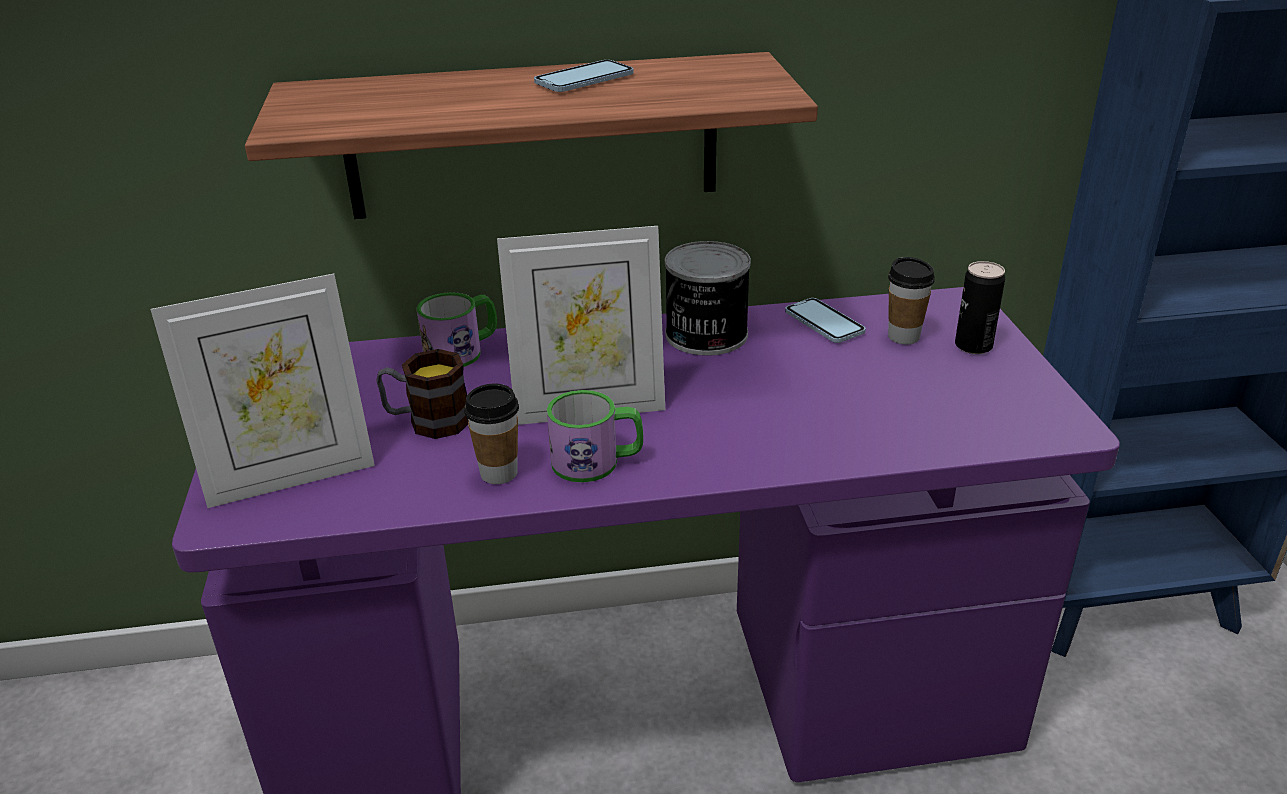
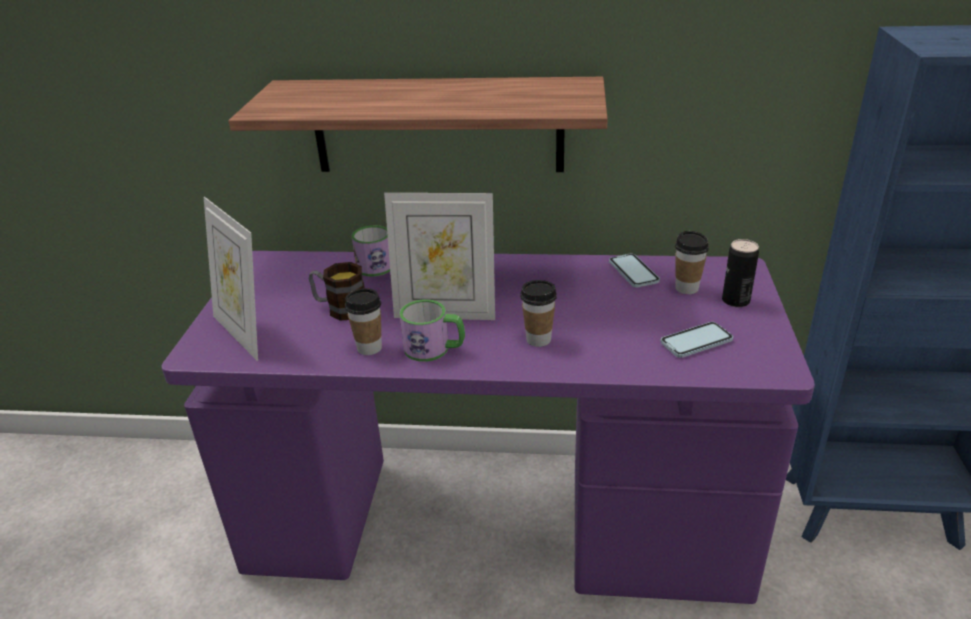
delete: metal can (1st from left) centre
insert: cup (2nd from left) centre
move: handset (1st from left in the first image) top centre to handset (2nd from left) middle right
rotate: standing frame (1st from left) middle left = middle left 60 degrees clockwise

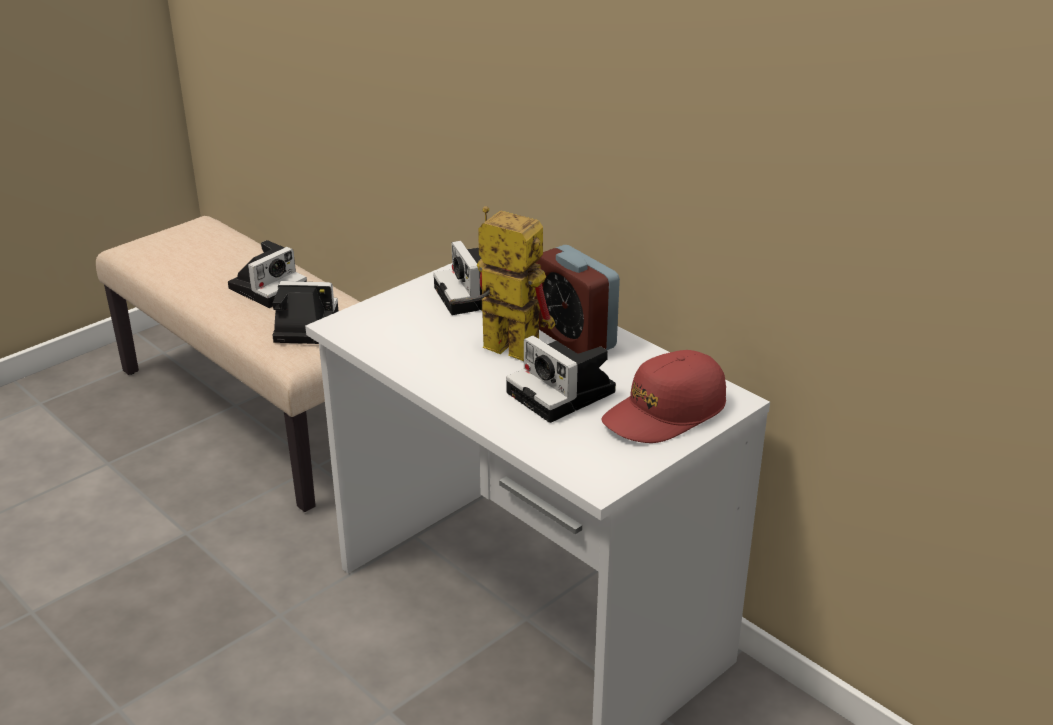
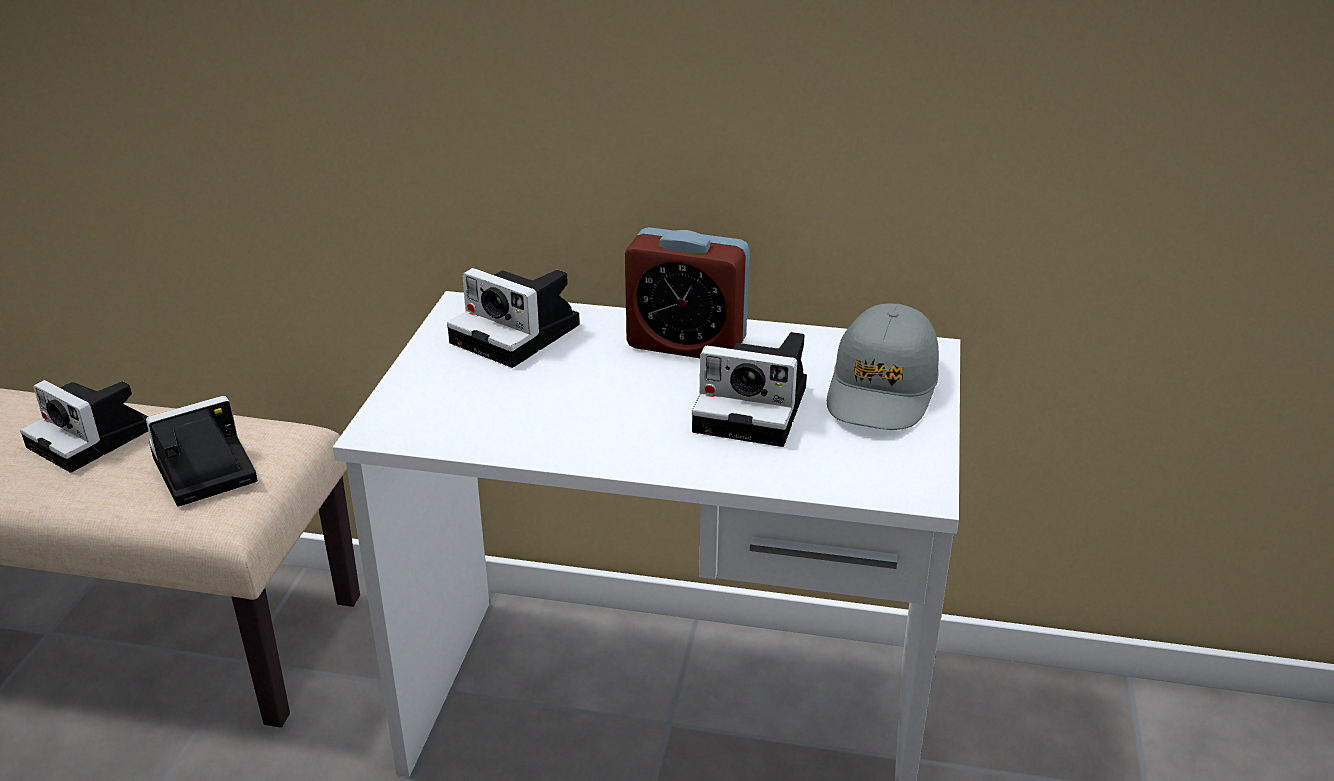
delete: robot figure centre
recolor: red-coloured baseball cap centre to greyish baseball cap centre
rotate: still camera (1st from left) middle left = middle left 120 degrees clockwise

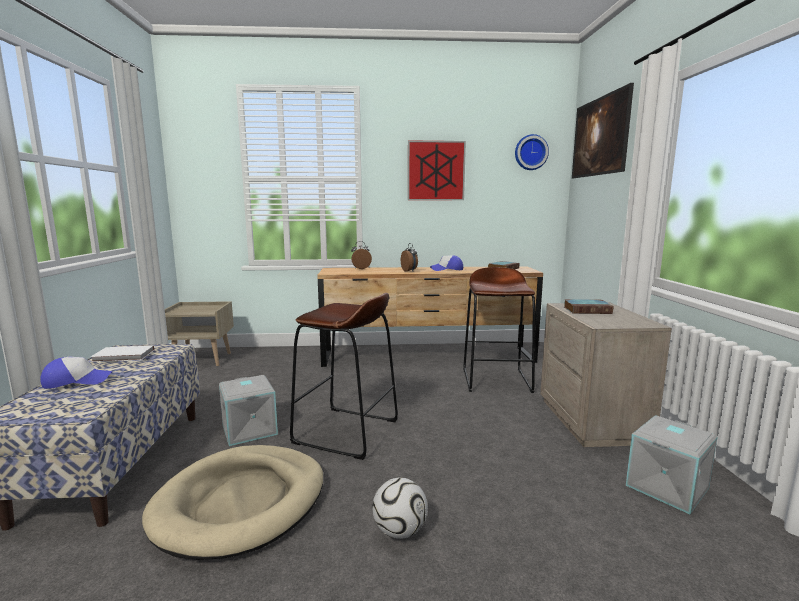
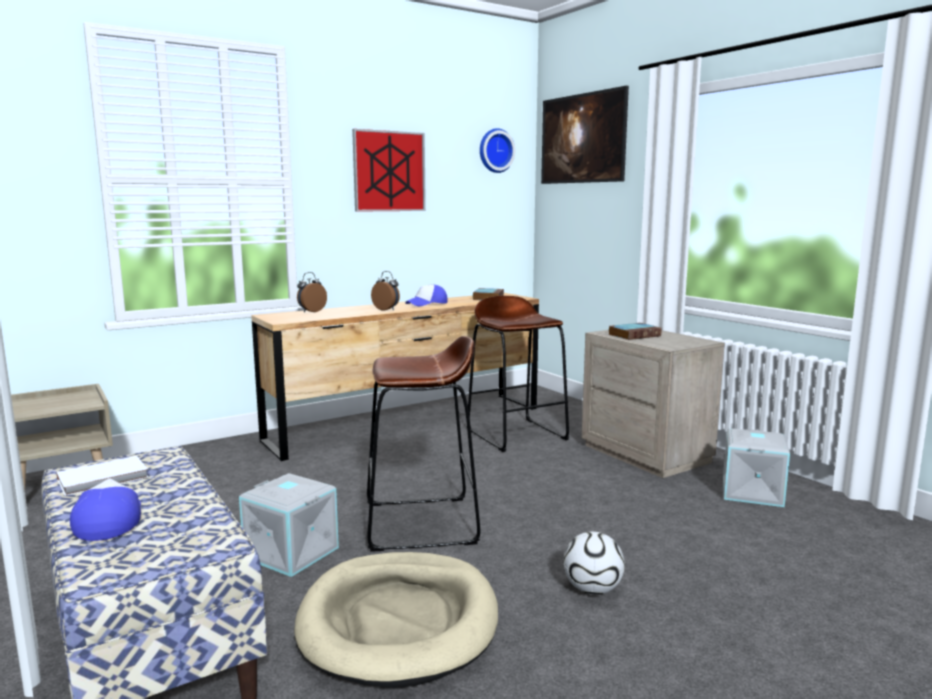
rotate: baseball cap (1st from left) middle left = bottom left 60 degrees counterclockwise

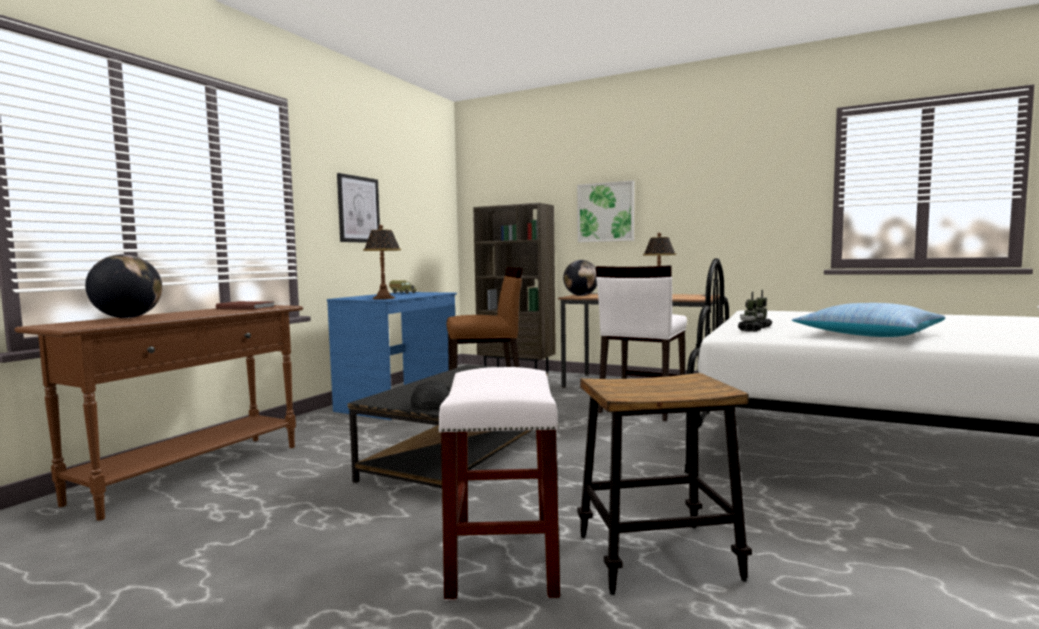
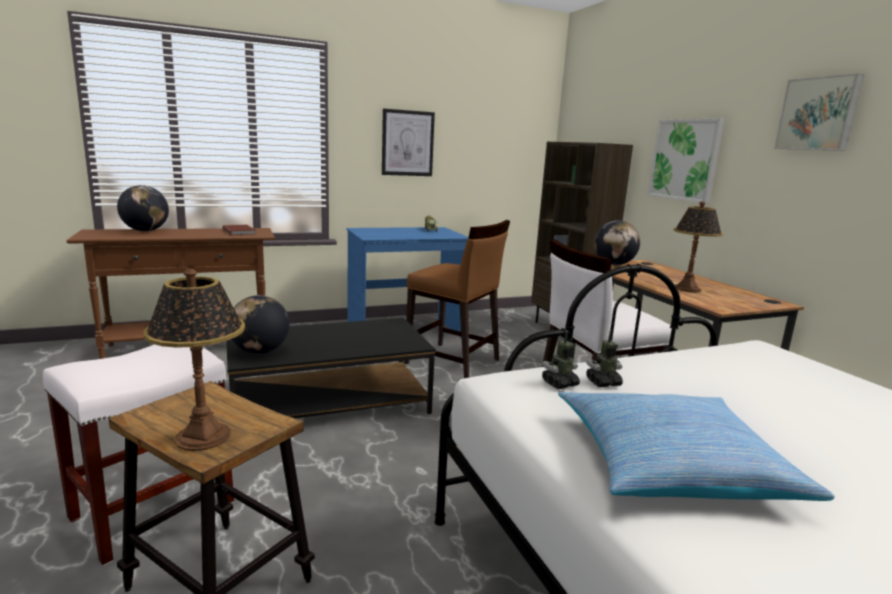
insert: wall picture (3rd from left) top right
move: lamp for a table (1st from left) centre to middle left
replace: black-coloured baseball cap centre to globe (2nd from left) middle left

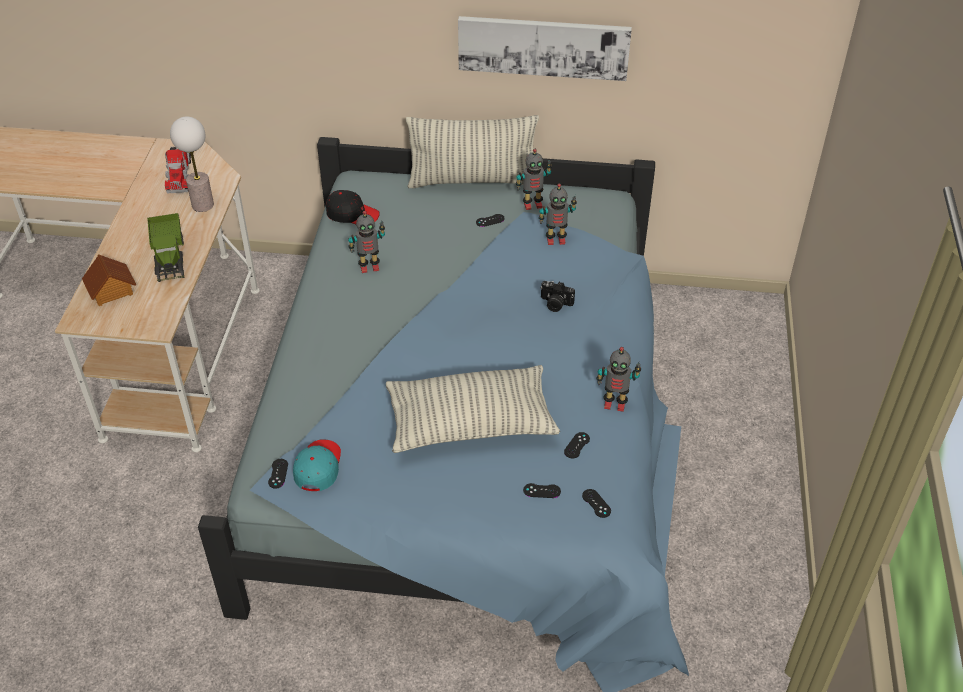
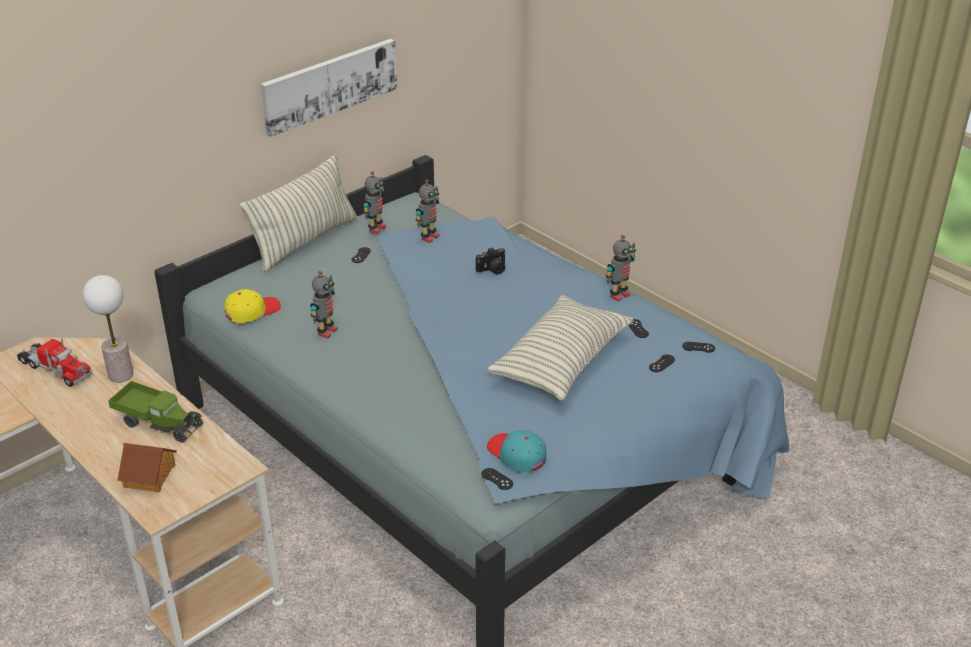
recolor: black-coloured baseball cap top centre to yellow-coloured baseball cap middle left

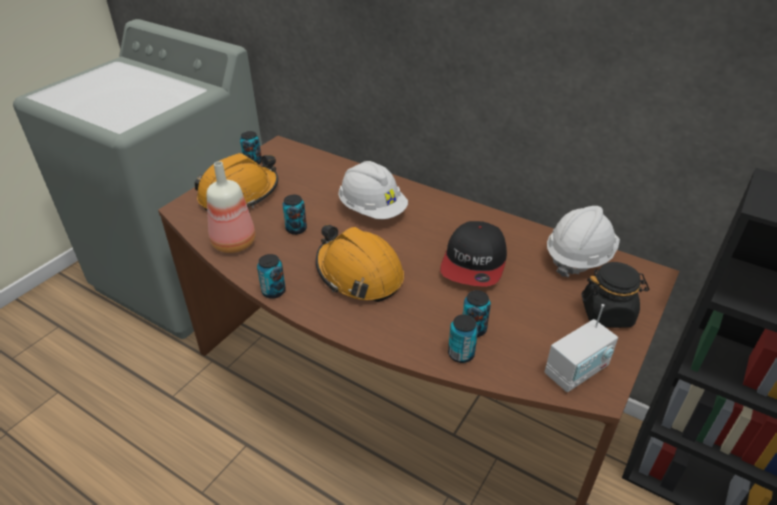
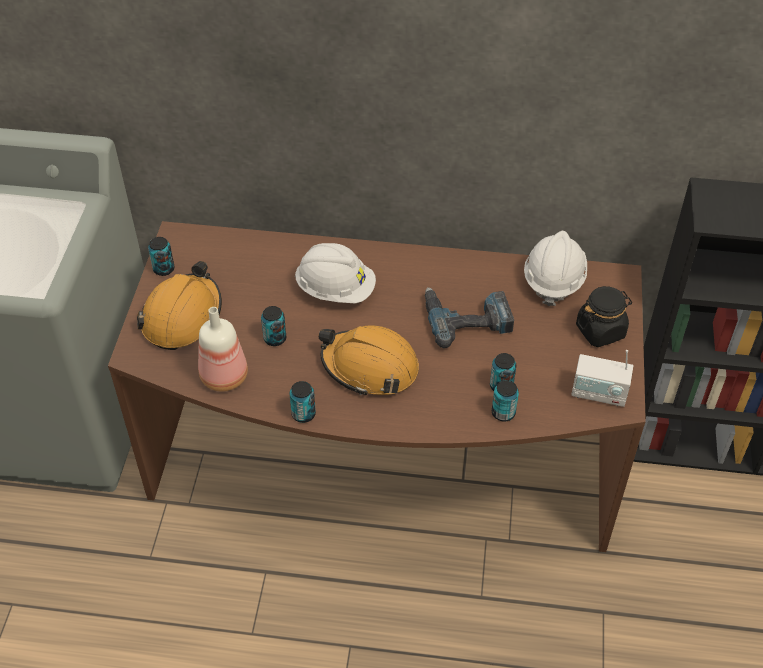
replace: baseball cap centre to electric drill centre
rotate: radio bottom right = middle right 75 degrees clockwise

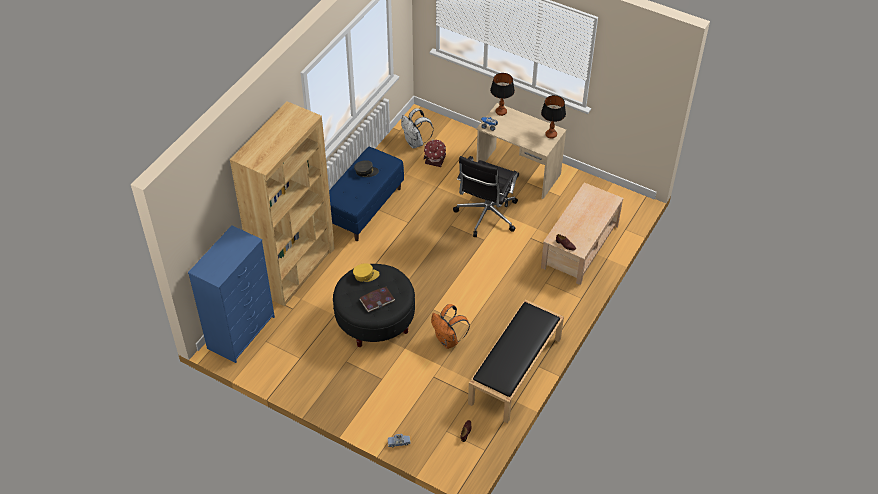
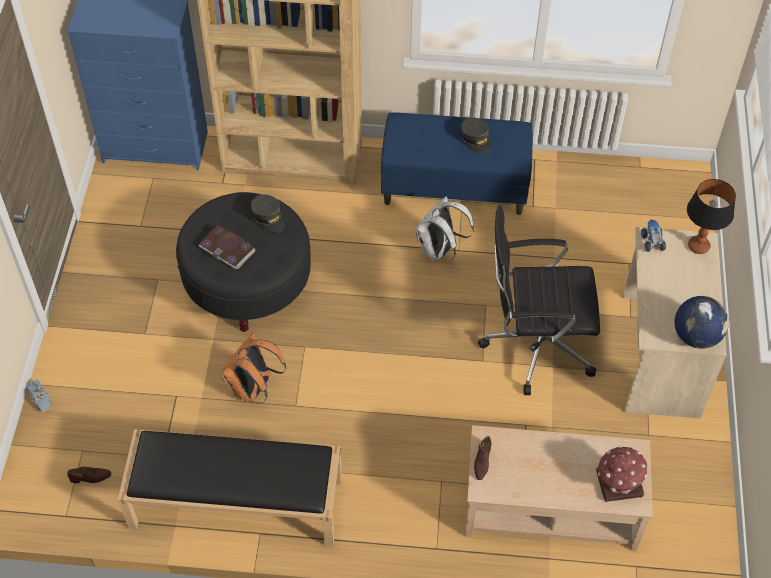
move: white backpack top centre to centre; toy house top centre to bottom right
replace: lamp for a table (2nd from left) top centre to globe middle right
recolor: yellow-coloured baseball cap centre to greyish baseball cap (1st from left) centre

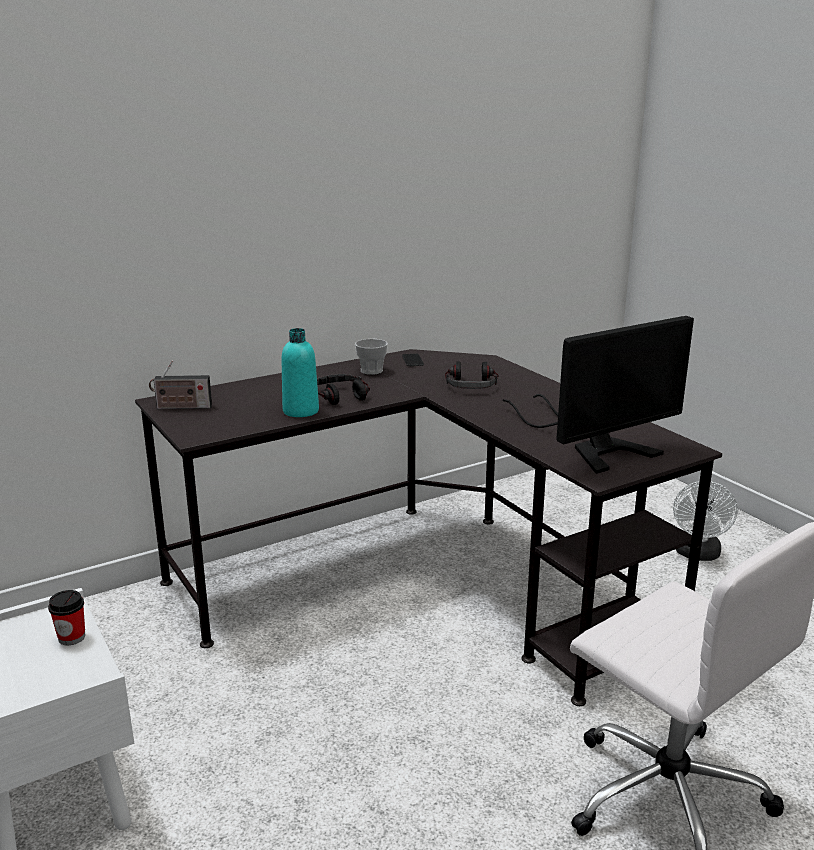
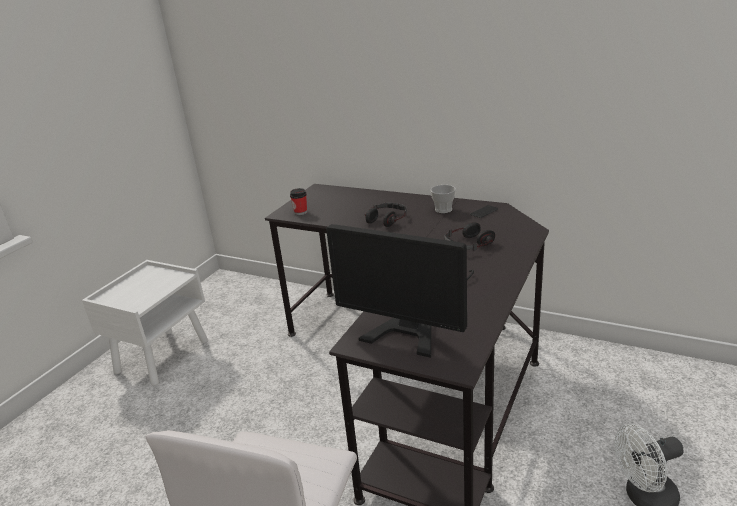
delete: radio middle left; turquoise-coloured drink bottle centre
move: cup (1st from left) bottom left to centre

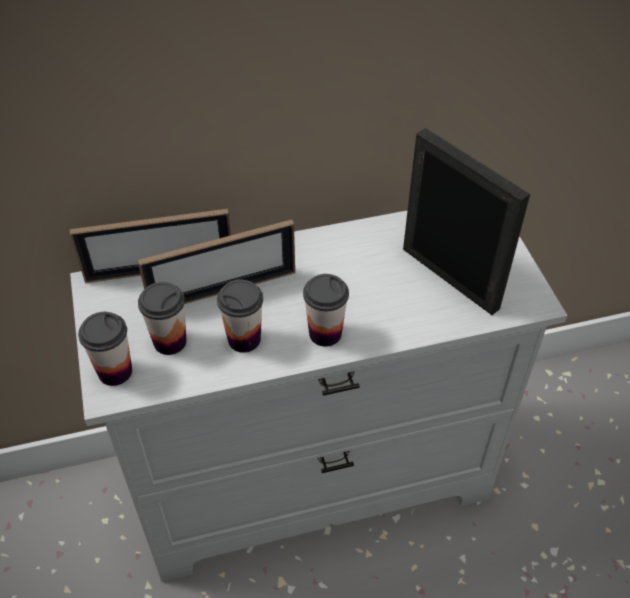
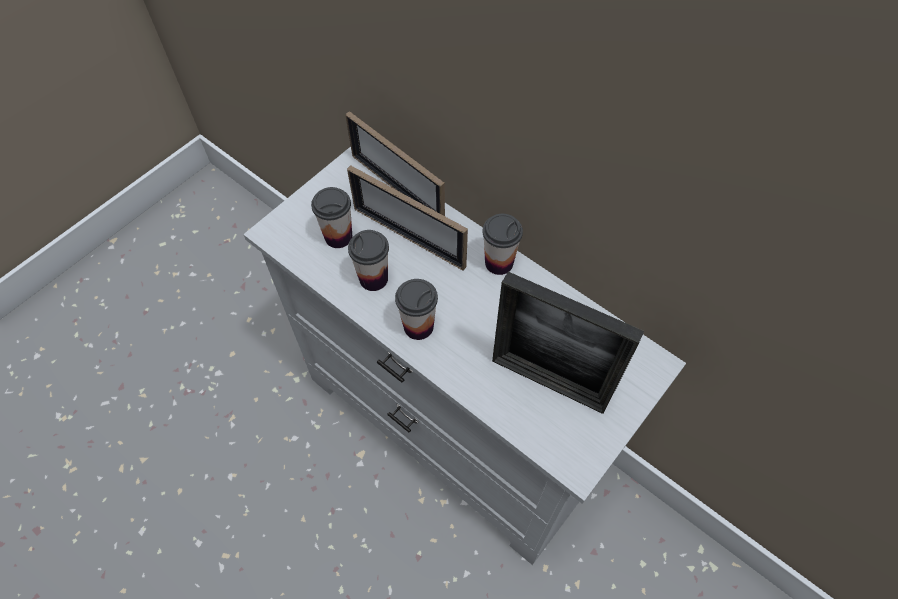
move: cup (1st from left in the first image) middle left to cup (4th from left) centre
rotate: standing frame (3rd from left) middle right = centre 105 degrees clockwise

